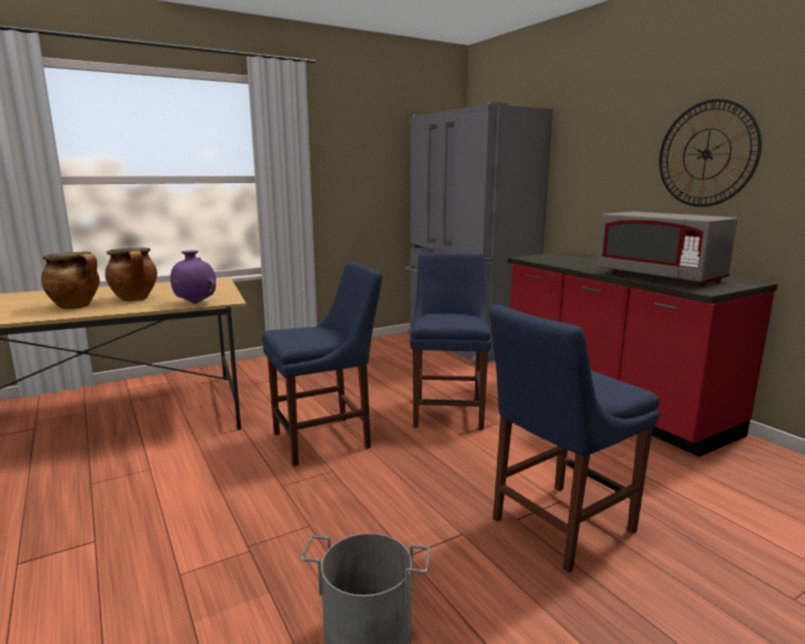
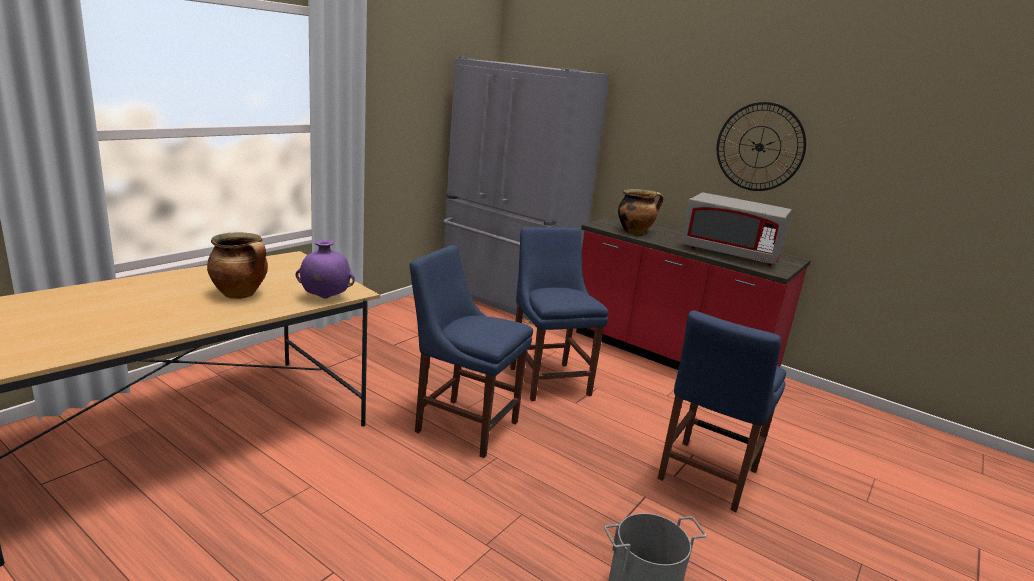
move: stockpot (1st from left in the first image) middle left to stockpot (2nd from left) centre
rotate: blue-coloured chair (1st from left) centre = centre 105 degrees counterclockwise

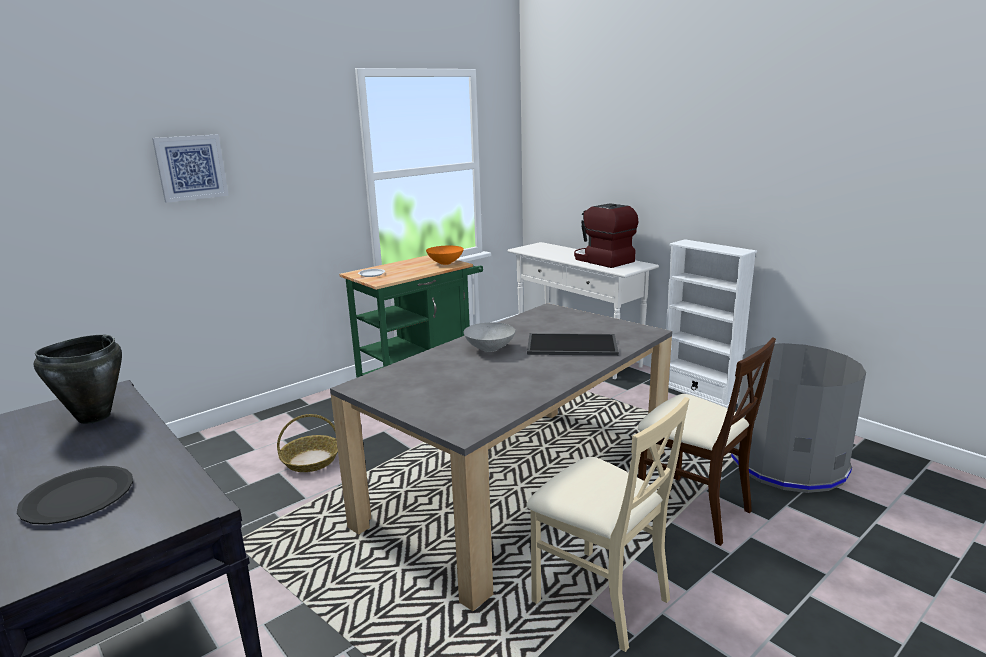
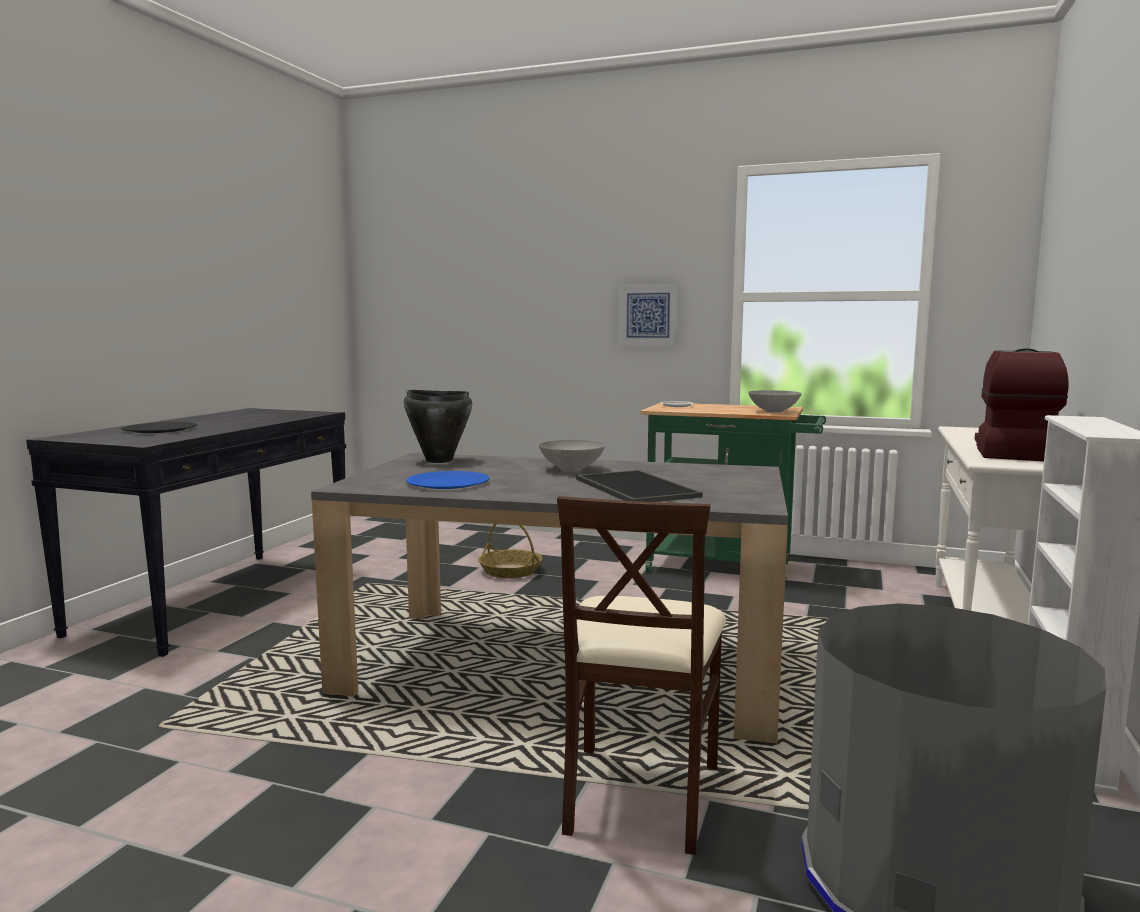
delete: beige-coloured chair (1st from left) bottom centre
insert: blue-coloured plate centre
move: black-coloured stockpot middle left to centre; wall picture top left to centre
recolor: orange serving bowl centre to greyish serving bowl (2nd from left) middle right

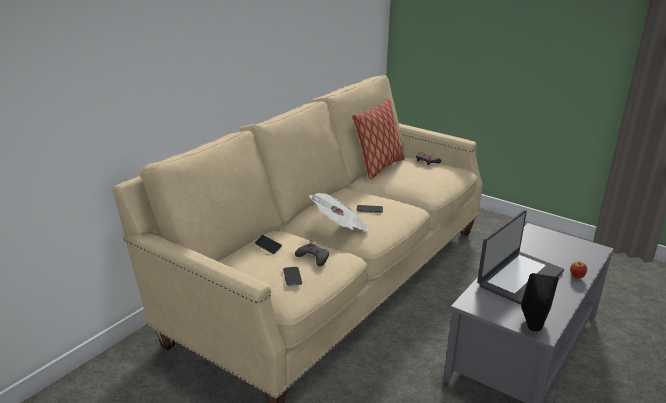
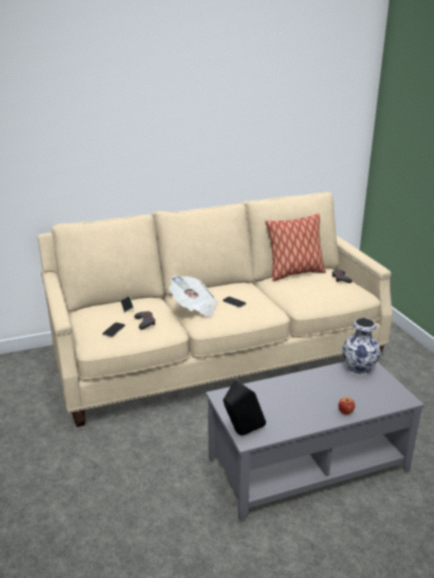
delete: notebook computer middle right
insert: flower vase middle right

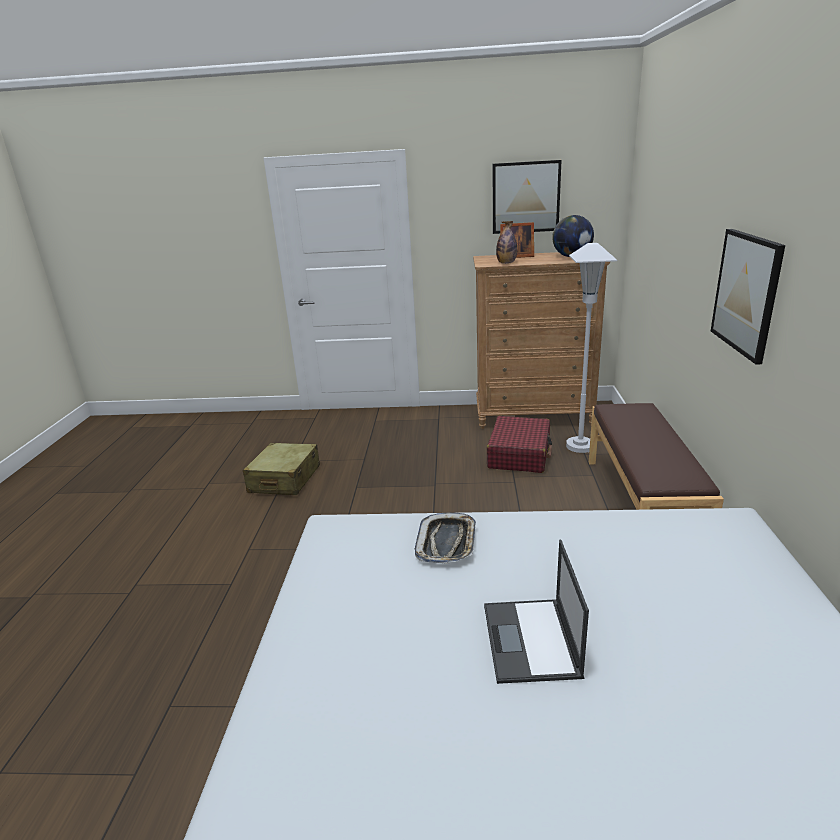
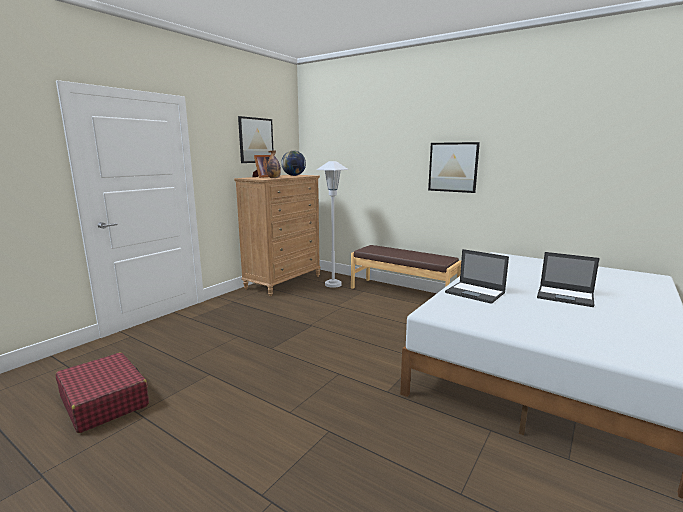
delete: beige-coloured piece of luggage centre
move: red-coloured piece of luggage centre to bottom left
replace: serving tray centre to notebook computer (1st from left) middle right

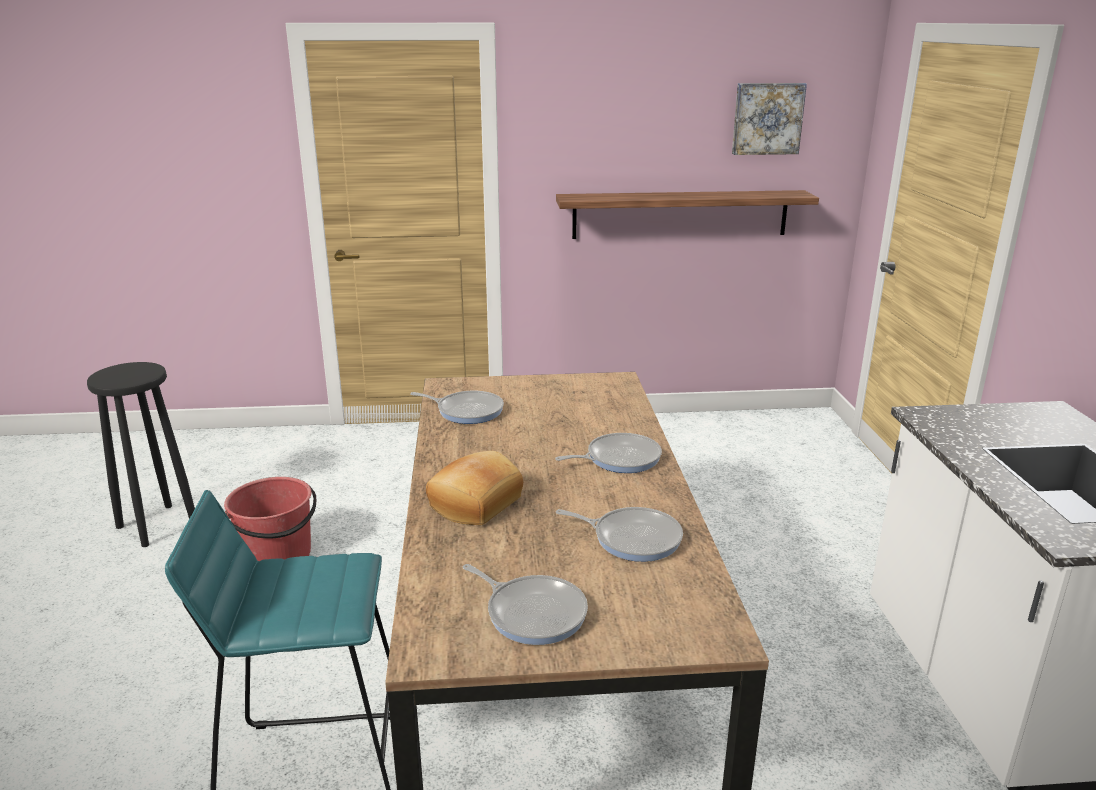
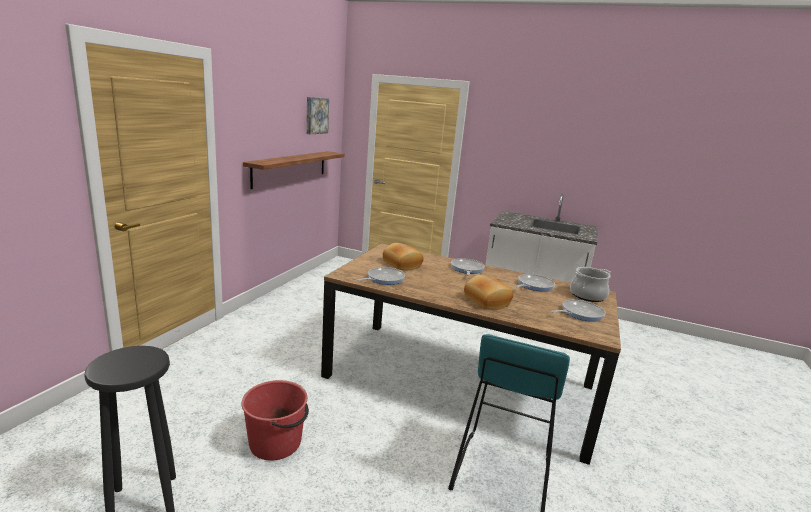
insert: bakery bread (1st from left) centre; stockpot middle right

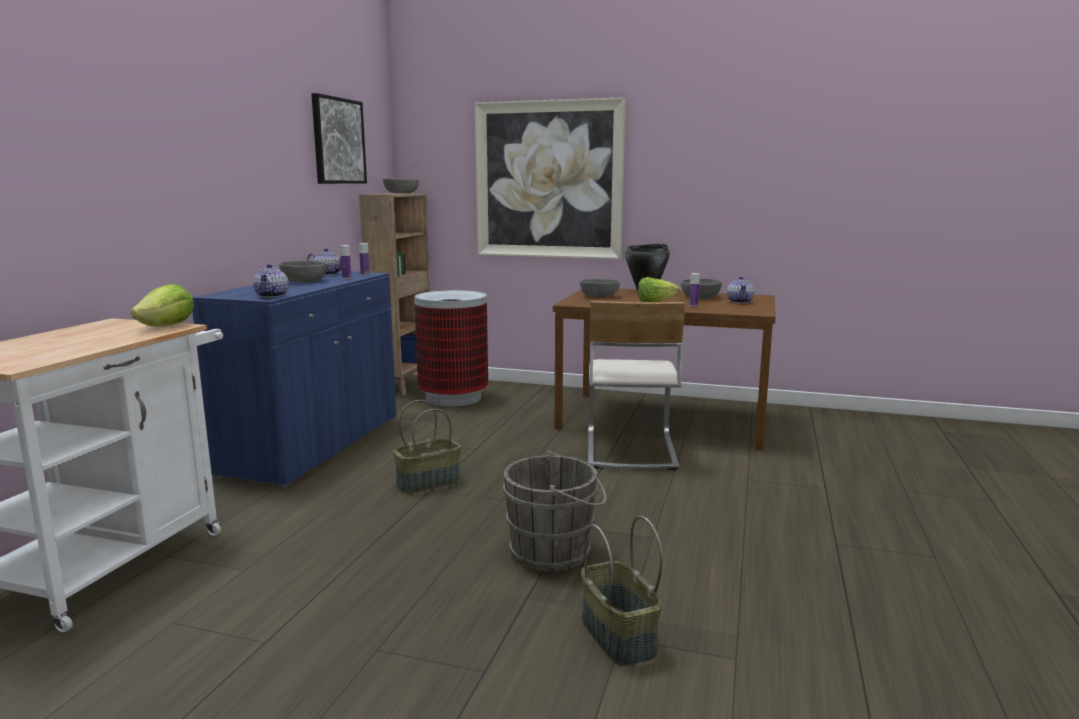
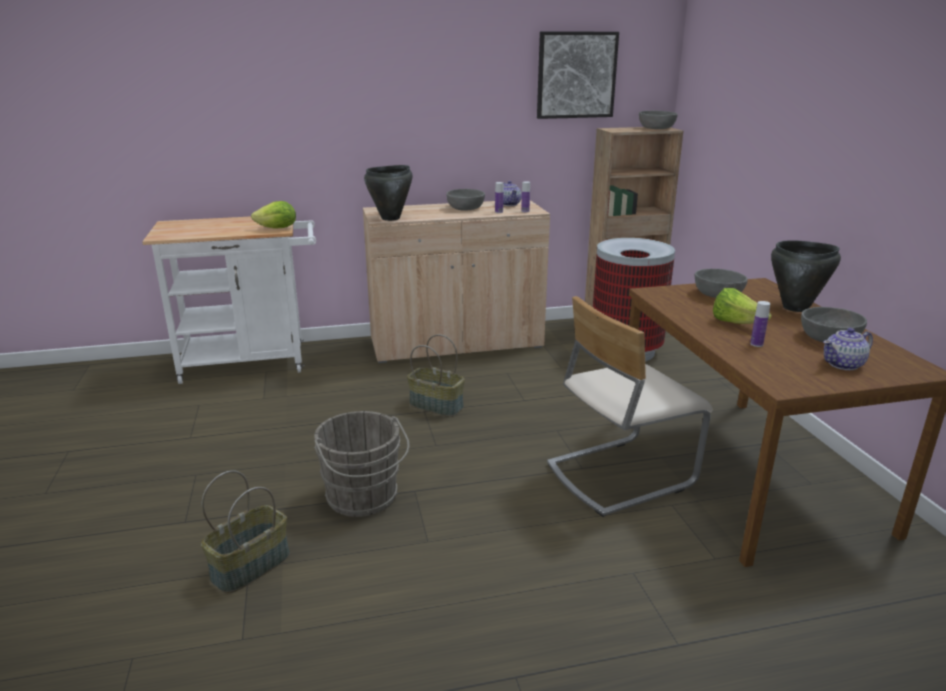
delete: wall picture (2nd from left) top centre
replace: pot for tea (1st from left) middle left to black-coloured stockpot (1st from left) top centre
recolor: blue-coloured cabinet middle left to beige-coloured cabinet centre

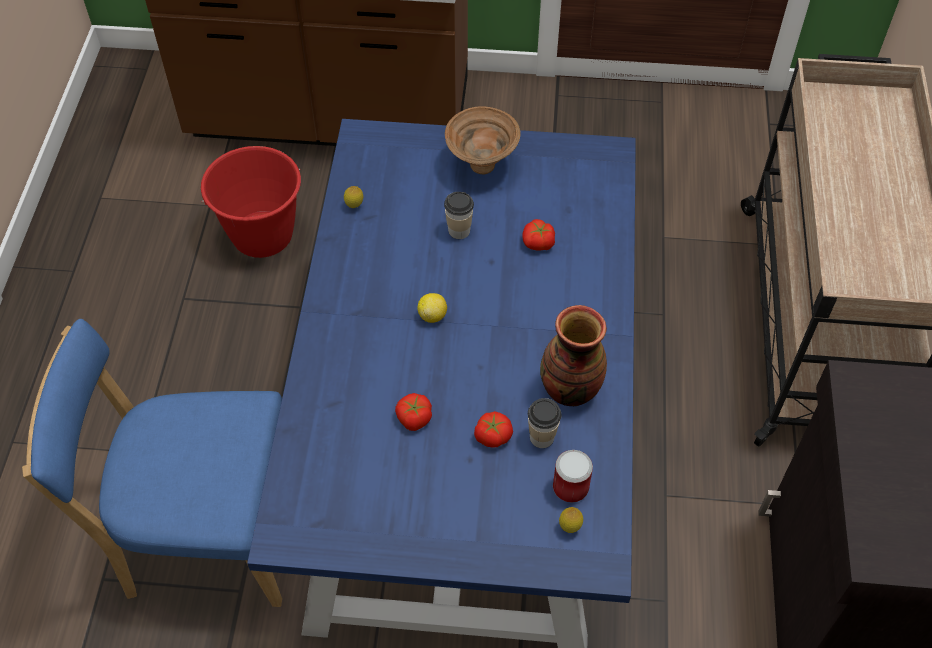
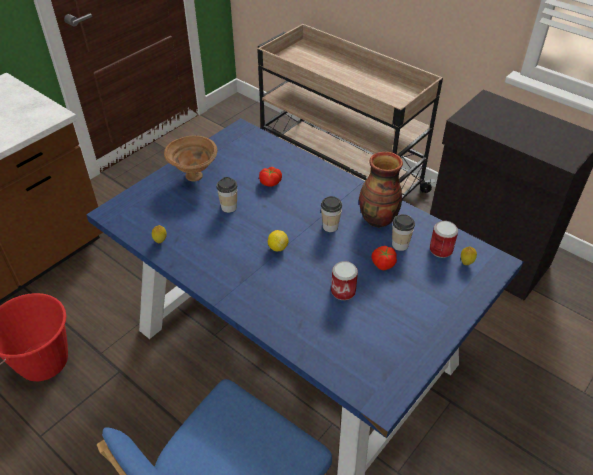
insert: cup (2nd from left) centre
replace: whole tomato (1st from left) centre to metal can (1st from left) centre

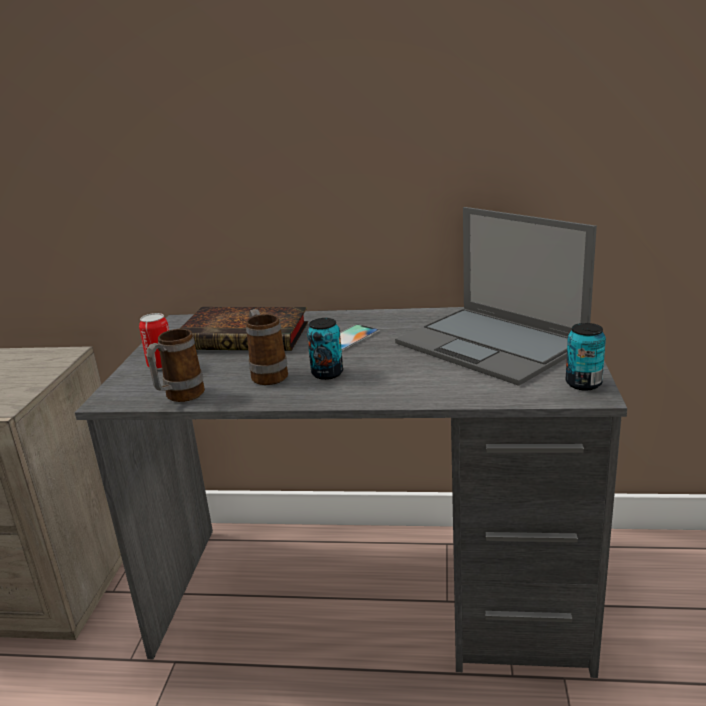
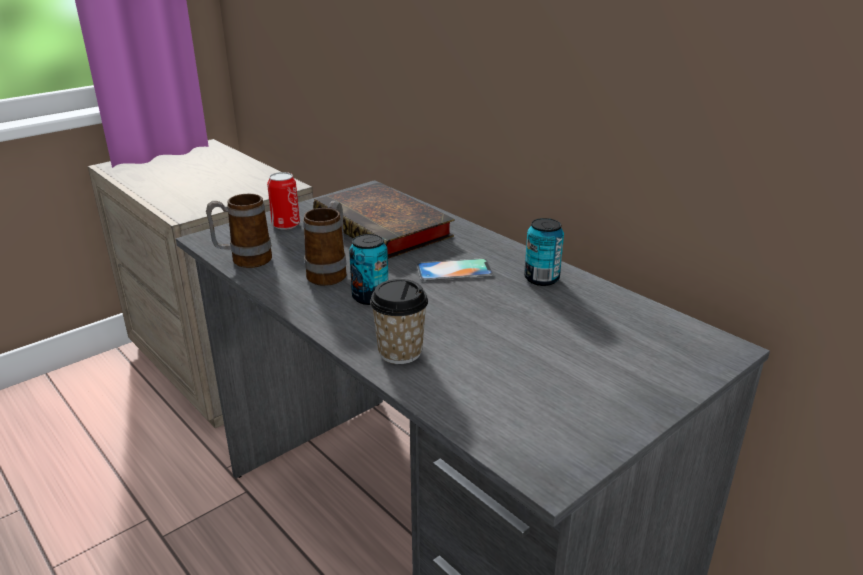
delete: notebook computer middle right
insert: cup centre
move: metal can (3rd from left) middle right to centre

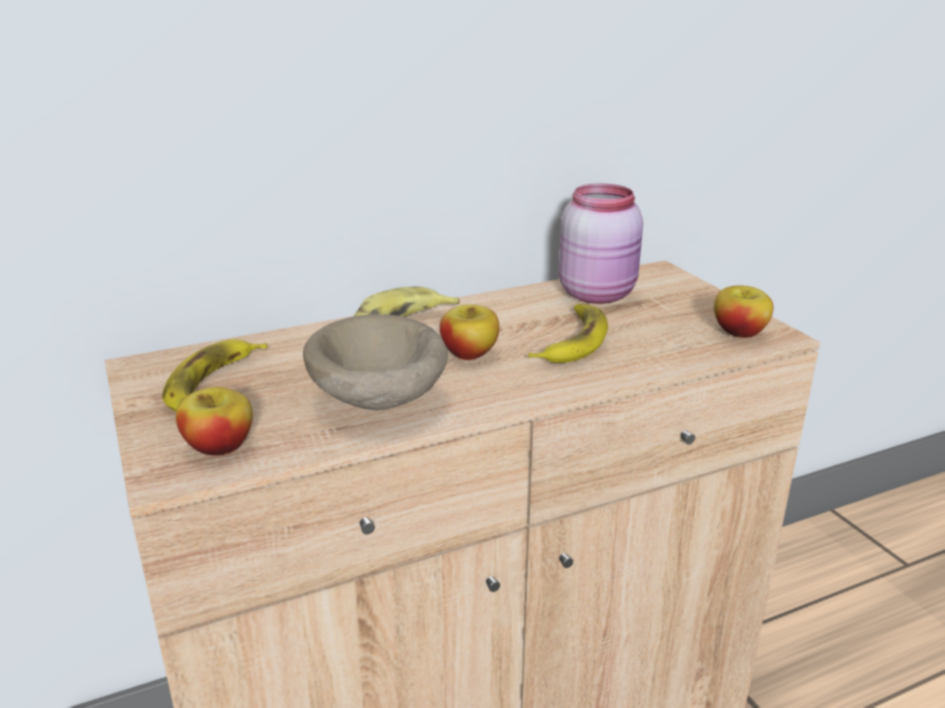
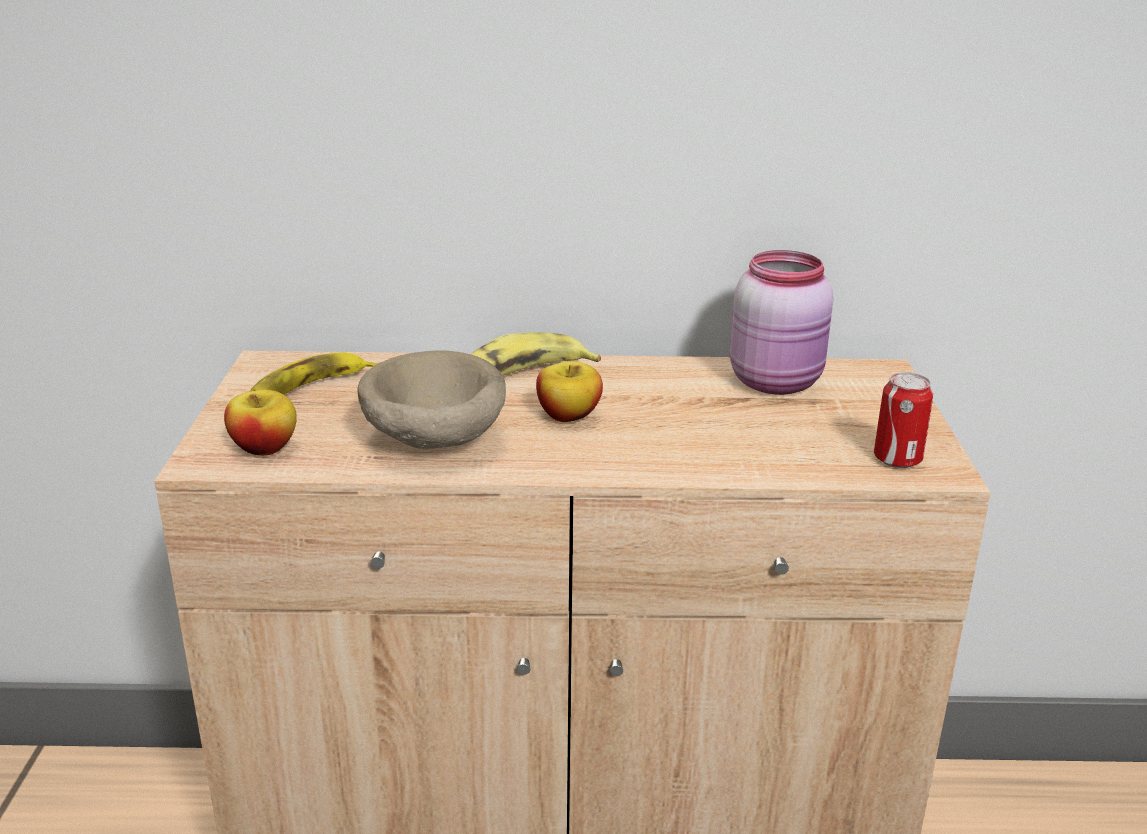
delete: whole banana (3rd from left) centre
replace: whole apple (3rd from left) middle right to metal can middle right

